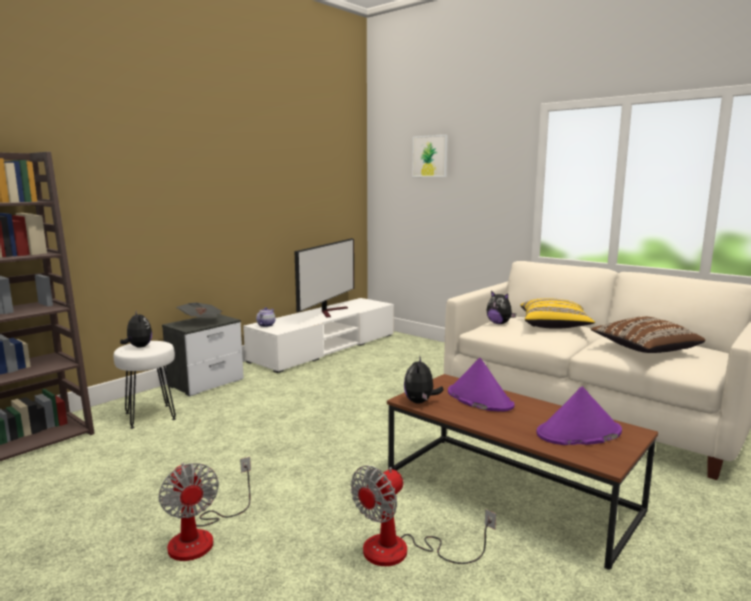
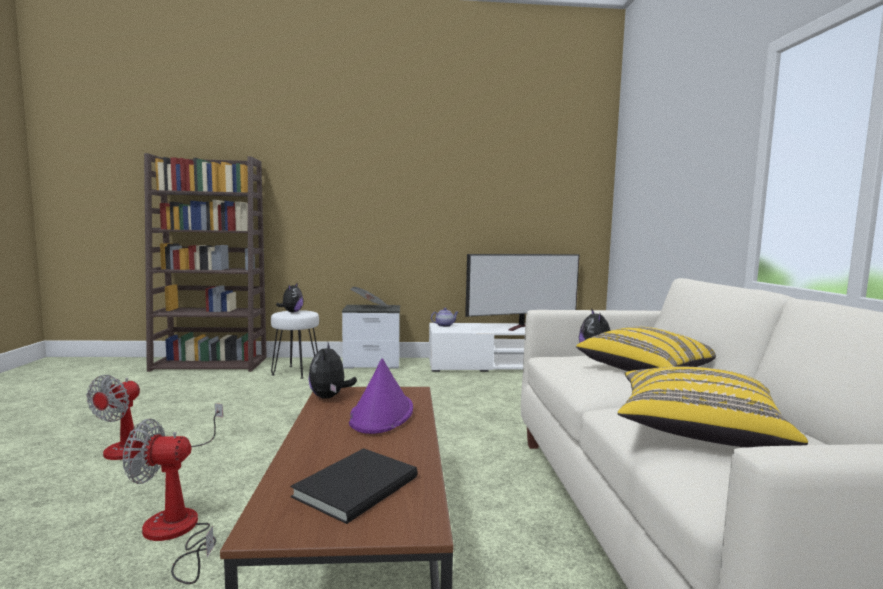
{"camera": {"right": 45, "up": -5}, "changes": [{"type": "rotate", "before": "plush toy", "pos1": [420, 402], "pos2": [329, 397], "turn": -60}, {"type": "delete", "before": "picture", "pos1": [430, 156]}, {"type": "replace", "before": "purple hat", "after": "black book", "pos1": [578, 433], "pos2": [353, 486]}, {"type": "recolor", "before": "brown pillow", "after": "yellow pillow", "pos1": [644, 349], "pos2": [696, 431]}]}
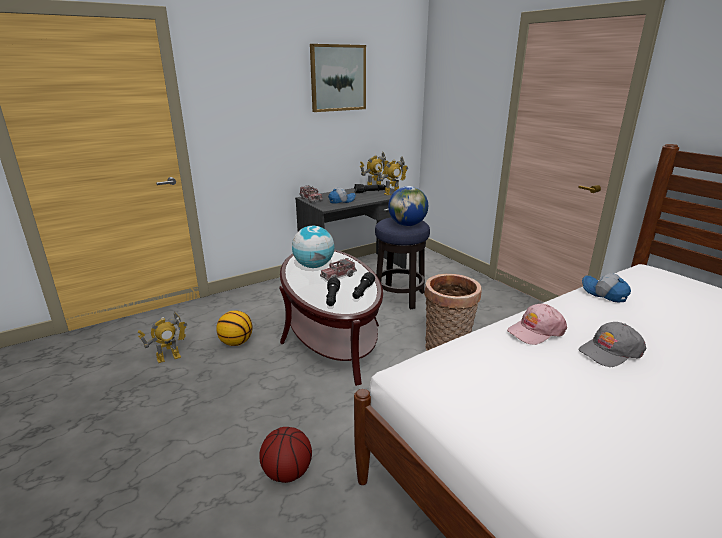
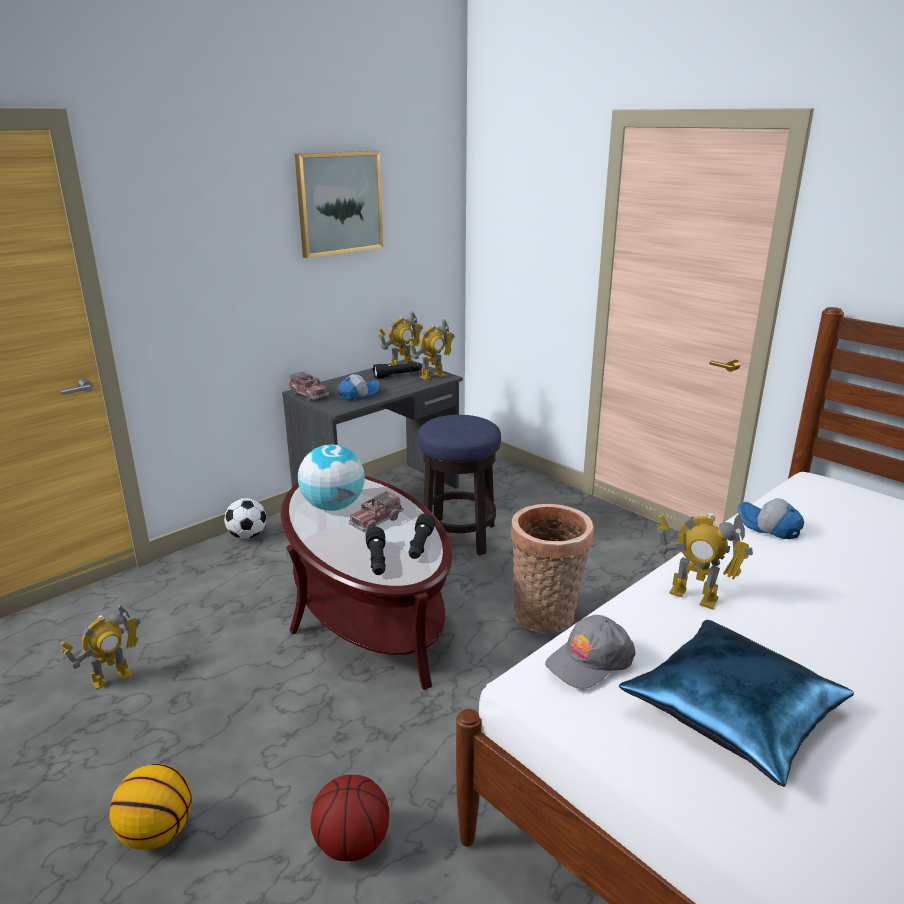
{"camera": {"right": -10, "up": 0}, "changes": [{"type": "move", "before": "basketball", "pos1": [236, 342], "pos2": [157, 832]}, {"type": "delete", "before": "globe", "pos1": [407, 225]}, {"type": "replace", "before": "pink cap", "after": "toy robot", "pos1": [535, 331], "pos2": [693, 596]}, {"type": "move", "before": "grey cap", "pos1": [610, 351], "pos2": [589, 660]}, {"type": "insert", "after": "football", "pos2": [247, 536]}, {"type": "insert", "after": "blue pillow", "pos2": [734, 712]}]}
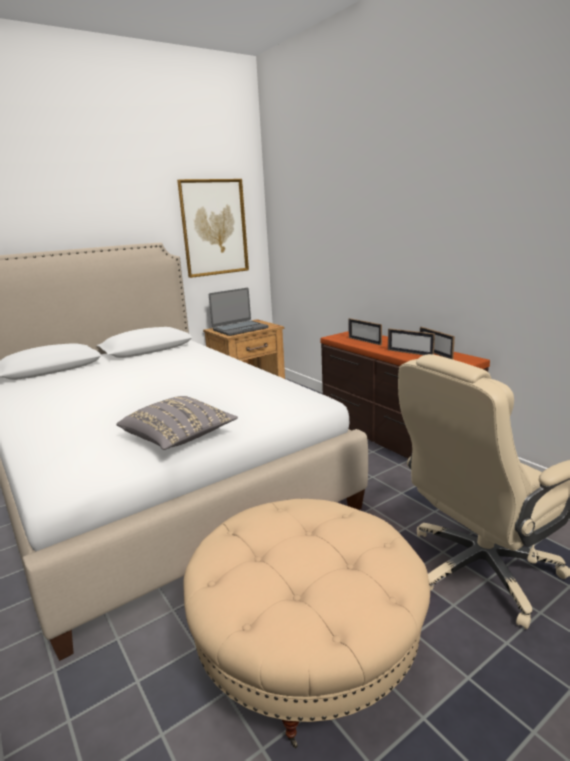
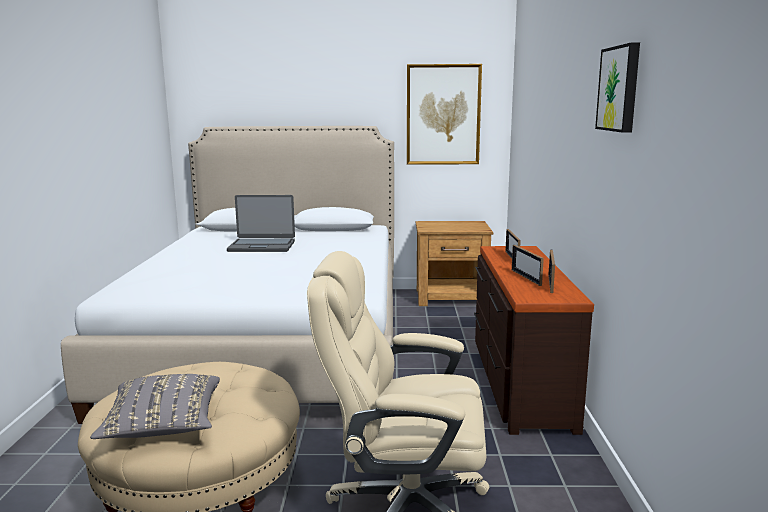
{"camera": {"right": 35, "up": -5}, "changes": [{"type": "move", "before": "grey pillow", "pos1": [179, 437], "pos2": [163, 426]}, {"type": "move", "before": "laptop", "pos1": [240, 329], "pos2": [262, 246]}, {"type": "insert", "after": "picture", "pos2": [620, 89]}]}
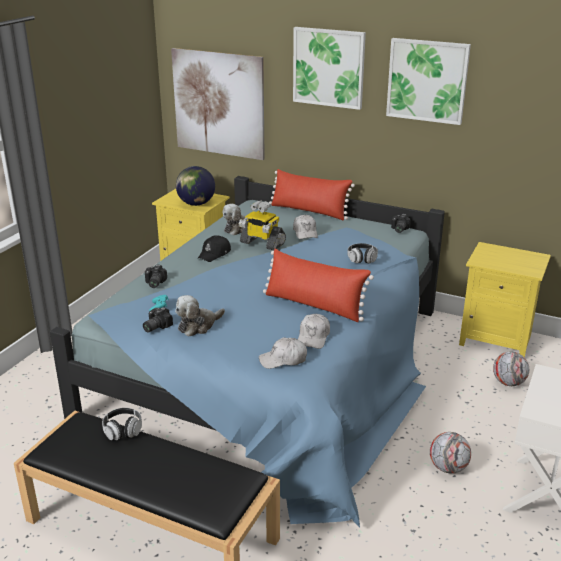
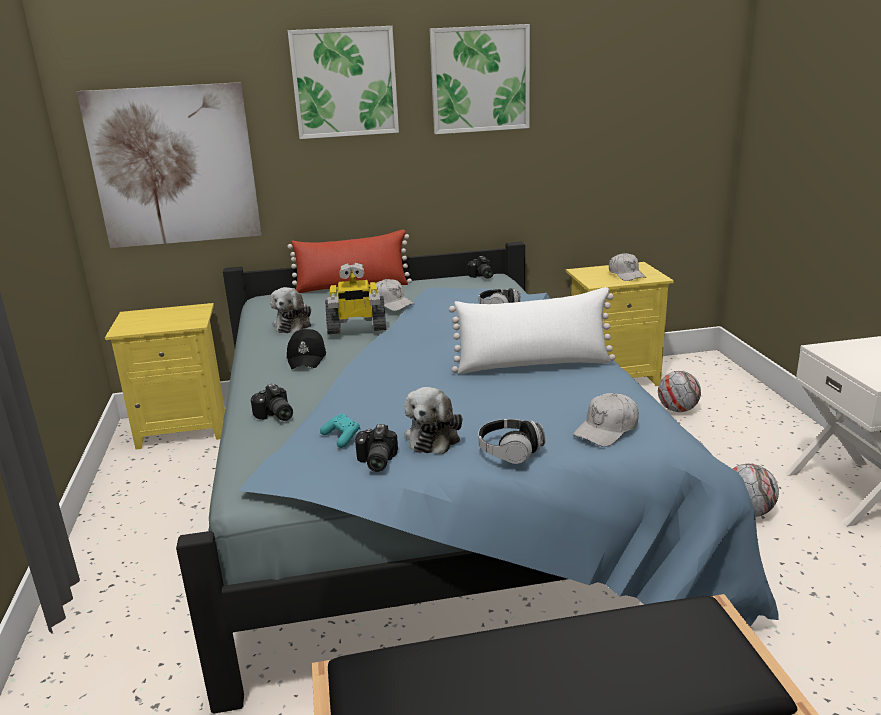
{"camera": {"right": -35, "up": -5}, "changes": [{"type": "move", "before": "headphones", "pos1": [123, 430], "pos2": [510, 452]}, {"type": "delete", "before": "globe", "pos1": [196, 204]}, {"type": "recolor", "before": "red pillow", "after": "white pillow", "pos1": [314, 305], "pos2": [533, 365]}, {"type": "move", "before": "white cap", "pos1": [313, 337], "pos2": [626, 275]}]}
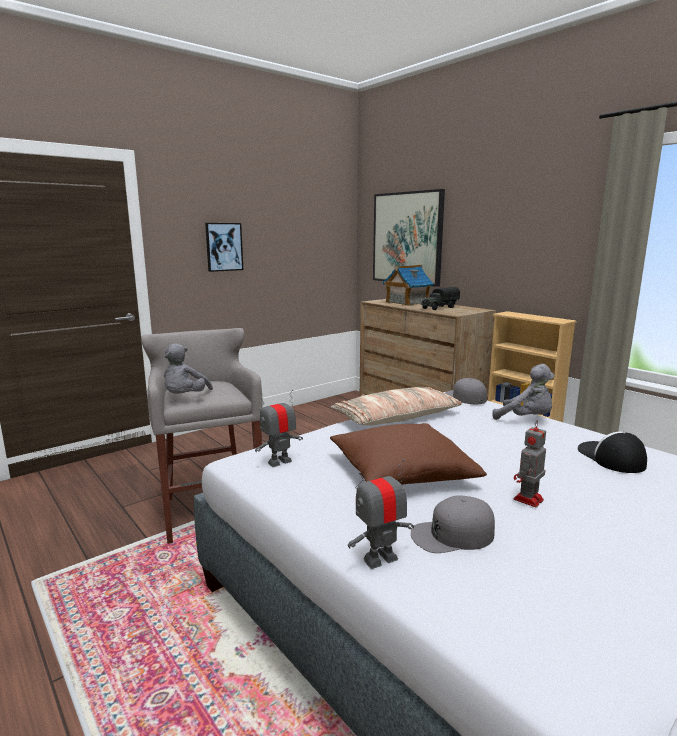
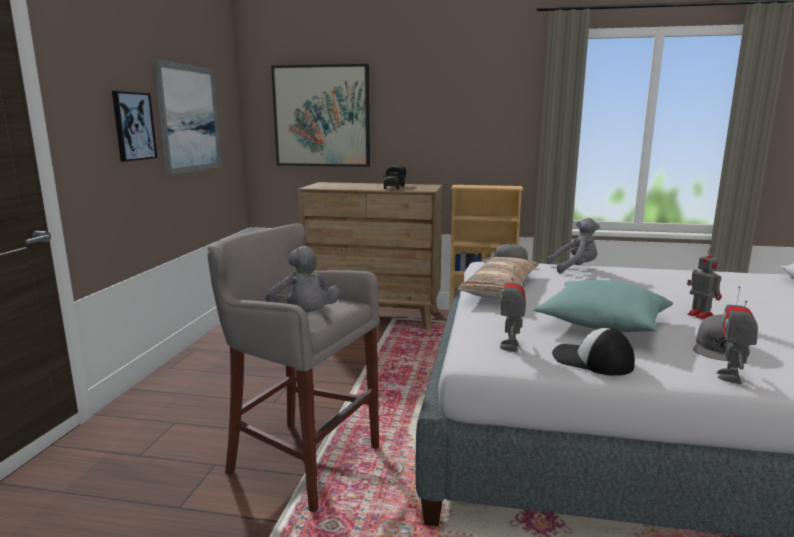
{"camera": {"right": -40, "up": 0}, "changes": [{"type": "recolor", "before": "brown pillow", "after": "turquoise pillow", "pos1": [401, 473], "pos2": [603, 324]}, {"type": "delete", "before": "toy house", "pos1": [406, 302]}, {"type": "rotate", "before": "toy robot", "pos1": [527, 500], "pos2": [699, 314], "turn": 150}, {"type": "move", "before": "cap", "pos1": [610, 458], "pos2": [591, 360]}, {"type": "insert", "after": "picture", "pos2": [189, 118]}]}
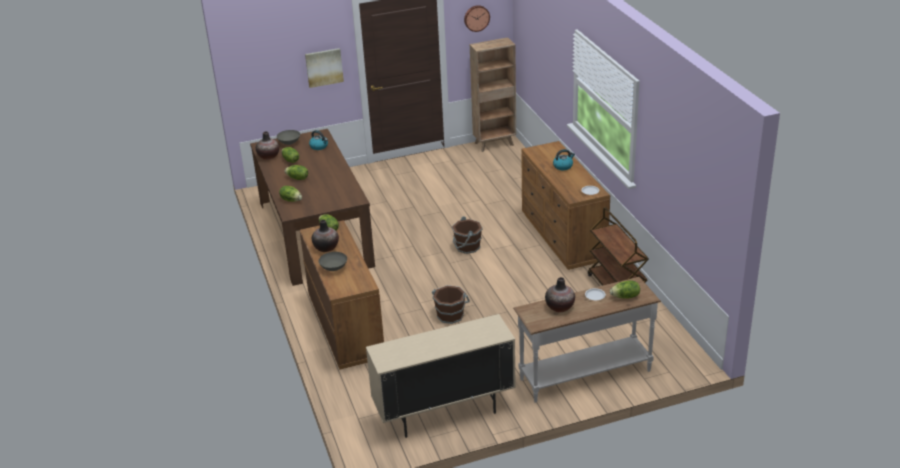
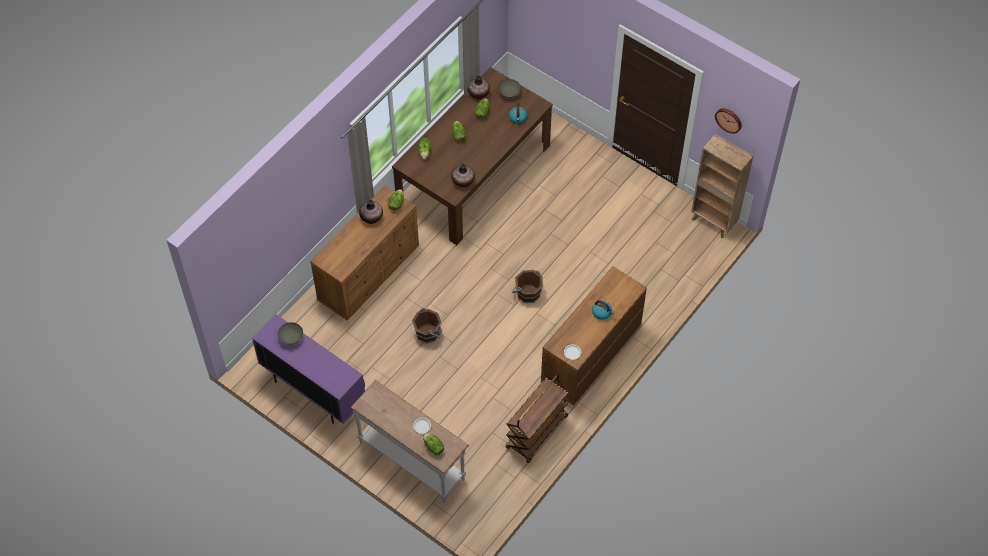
{"camera": {"right": 55, "up": 25}, "changes": [{"type": "delete", "before": "picture", "pos1": [324, 67]}, {"type": "move", "before": "grey bowl", "pos1": [333, 268], "pos2": [291, 338]}, {"type": "recolor", "before": "beige cabinet", "after": "purple cabinet", "pos1": [444, 413], "pos2": [313, 392]}, {"type": "move", "before": "vase", "pos1": [560, 307], "pos2": [463, 181]}]}
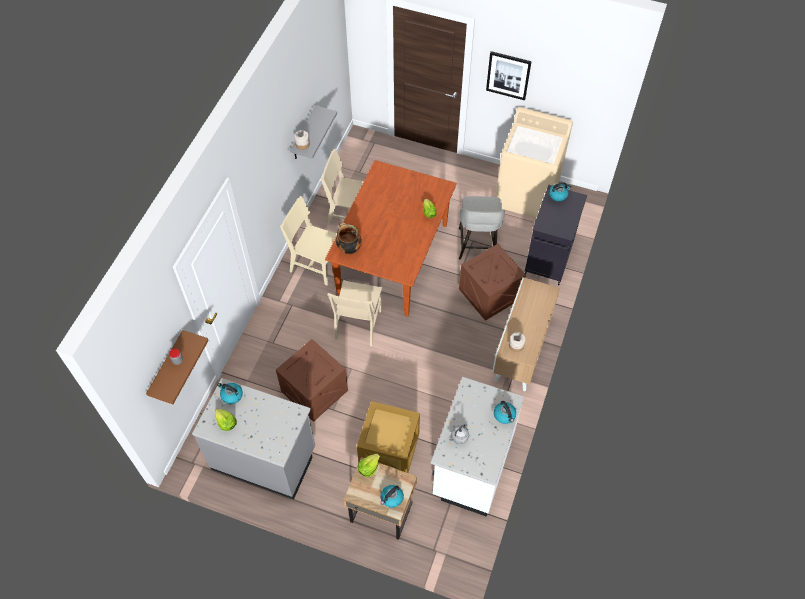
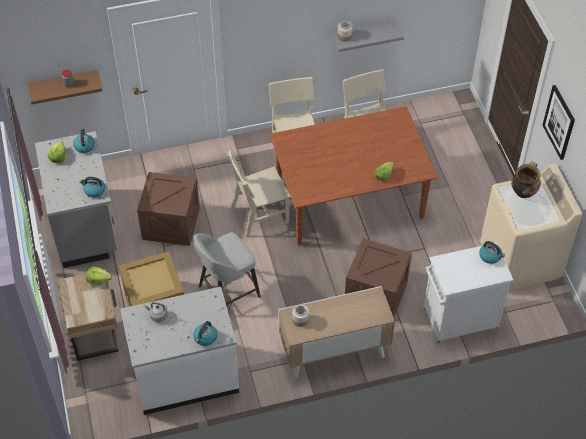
{"camera": {"right": 55, "up": -5}, "changes": [{"type": "move", "before": "cooking pot", "pos1": [348, 248], "pos2": [523, 192]}, {"type": "move", "before": "kettle", "pos1": [391, 498], "pos2": [94, 190]}, {"type": "move", "before": "grey stool", "pos1": [478, 245], "pos2": [227, 292]}, {"type": "recolor", "before": "black cabinet", "after": "white cabinet", "pos1": [548, 259], "pos2": [458, 319]}]}
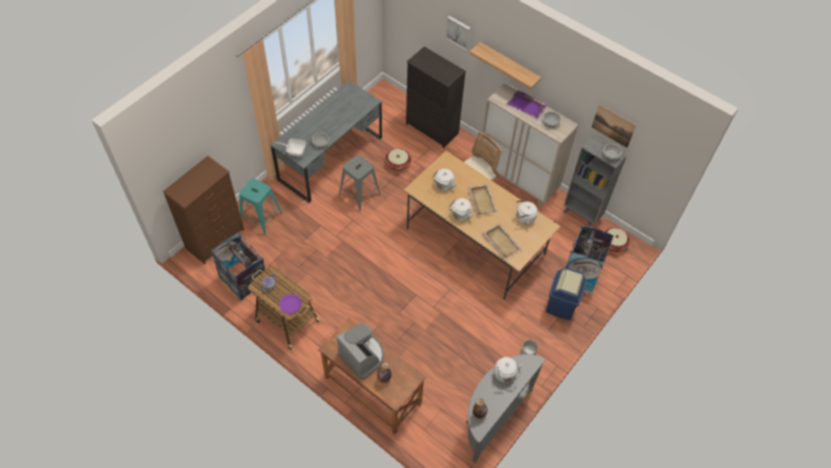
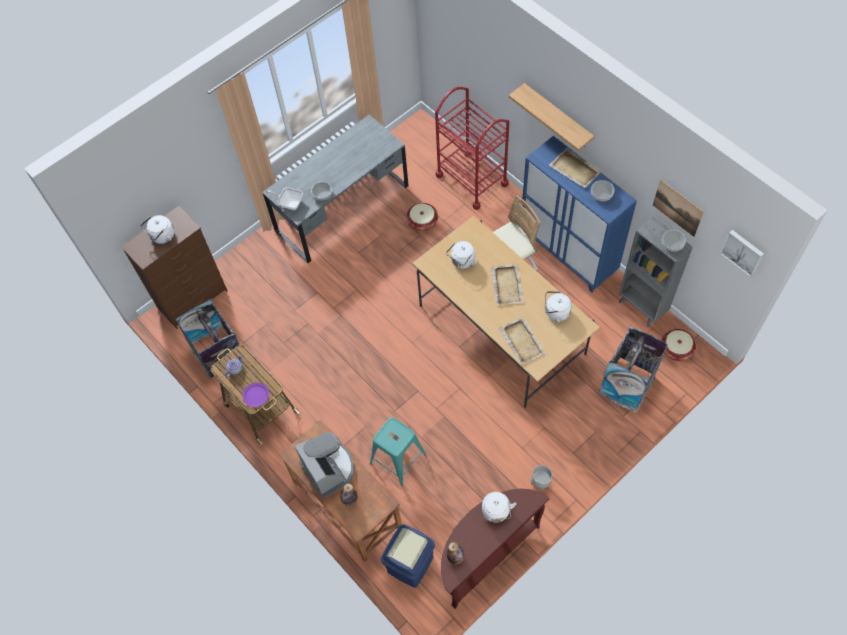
{"camera": {"right": 15, "up": 5}, "changes": [{"type": "move", "before": "turquoise stool", "pos1": [260, 217], "pos2": [397, 459]}, {"type": "delete", "before": "grey stool", "pos1": [359, 194]}, {"type": "replace", "before": "black dresser", "after": "red cart", "pos1": [432, 129], "pos2": [472, 179]}, {"type": "move", "before": "picture", "pos1": [459, 32], "pos2": [743, 252]}, {"type": "move", "before": "white kettle", "pos1": [460, 215], "pos2": [162, 236]}, {"type": "recolor", "before": "grey console table", "after": "brown console table", "pos1": [493, 416], "pos2": [486, 554]}, {"type": "recolor", "before": "beige cabinet", "after": "blue cabinet", "pos1": [517, 180], "pos2": [568, 254]}, {"type": "recolor", "before": "purple tray", "after": "beige tray", "pos1": [527, 105], "pos2": [575, 169]}, {"type": "move", "before": "blue trash can", "pos1": [561, 305], "pos2": [410, 564]}]}
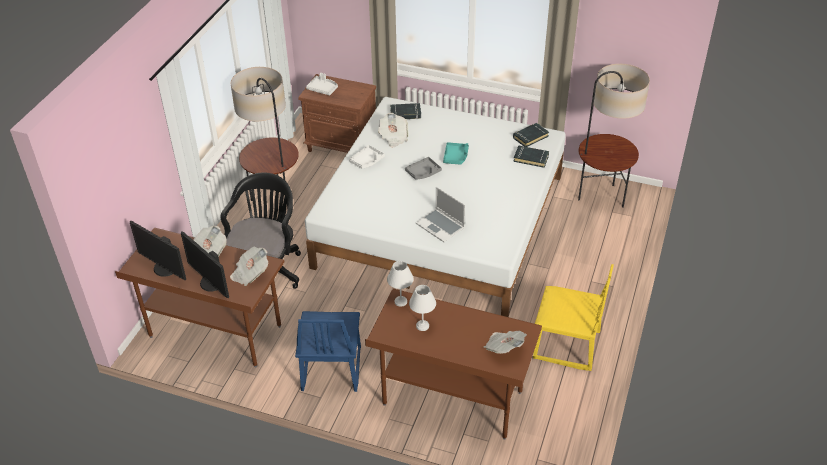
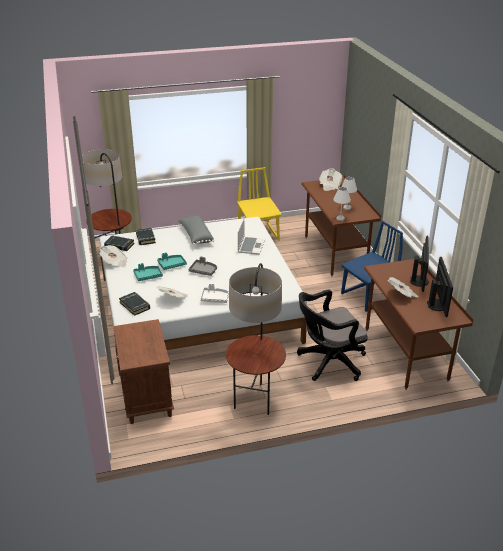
{"camera": {"right": -125, "up": -10}, "changes": [{"type": "move", "before": "newspaper", "pos1": [250, 273], "pos2": [114, 262]}, {"type": "delete", "before": "white tray", "pos1": [323, 89]}, {"type": "insert", "after": "turquoise tray", "pos2": [148, 276]}, {"type": "insert", "after": "grey pillow", "pos2": [196, 236]}]}
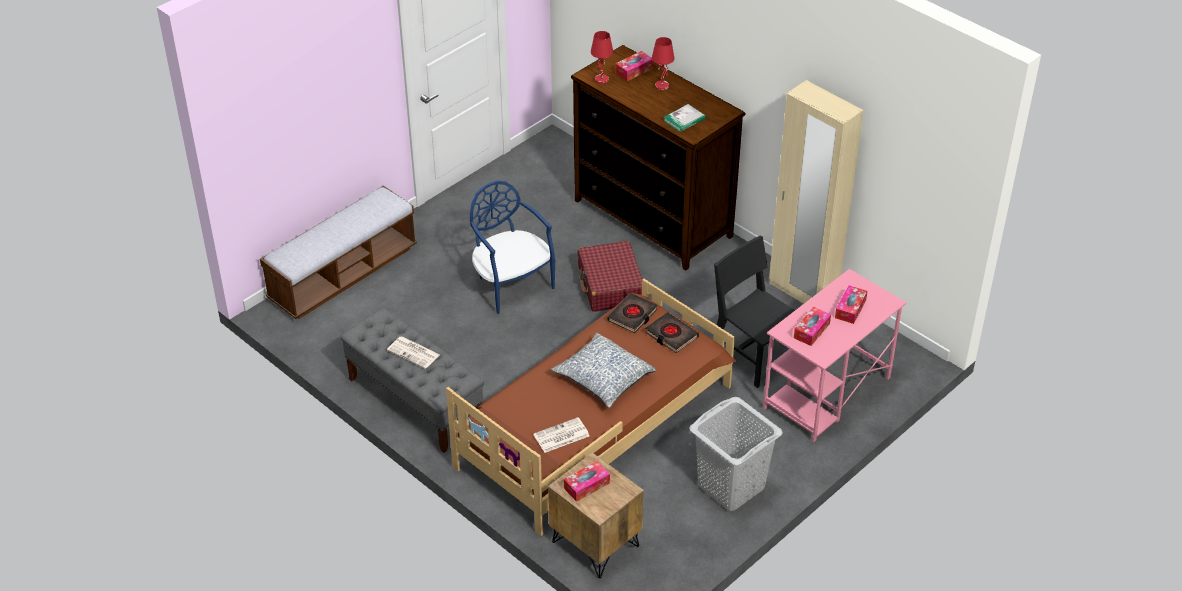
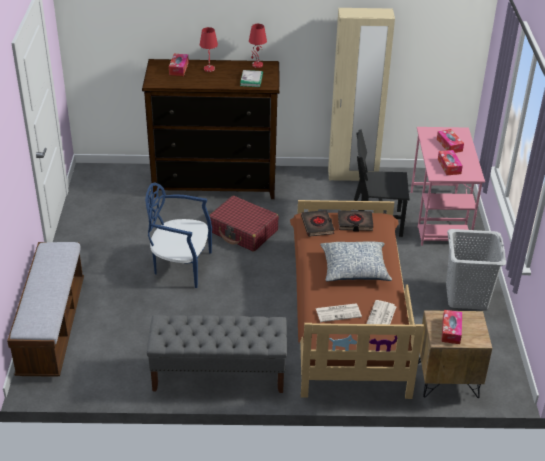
{"camera": {"right": -45, "up": -5}, "changes": [{"type": "move", "before": "newspaper", "pos1": [414, 352], "pos2": [338, 312]}, {"type": "move", "before": "red table lamp", "pos1": [601, 79], "pos2": [257, 65]}]}
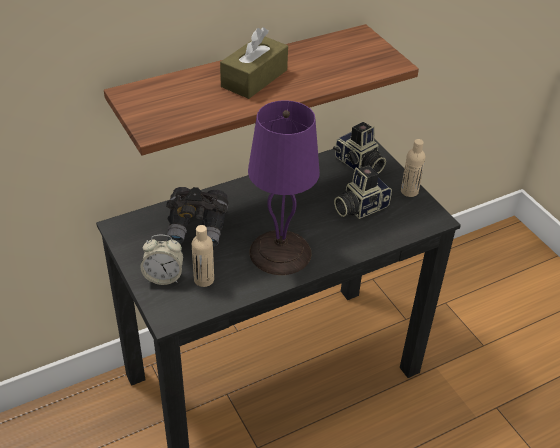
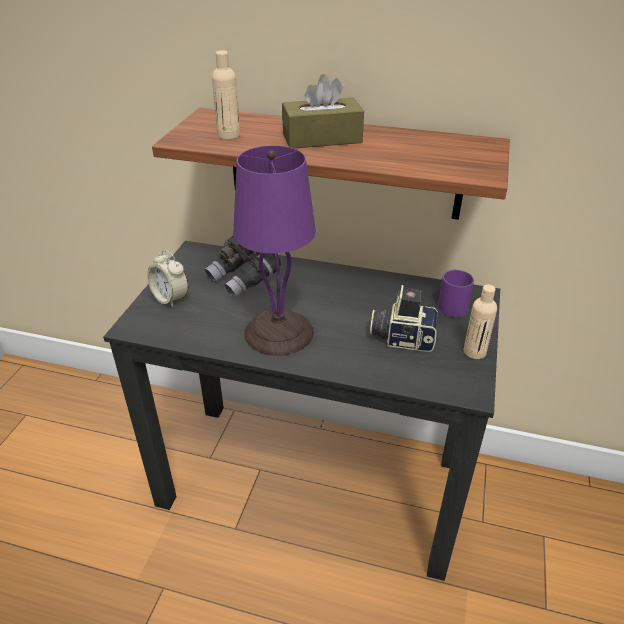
{"camera": {"right": 45, "up": -5}, "changes": [{"type": "move", "before": "beige bottle", "pos1": [204, 279], "pos2": [229, 135]}, {"type": "replace", "before": "photo camera", "after": "purple mug", "pos1": [358, 164], "pos2": [452, 303]}]}
